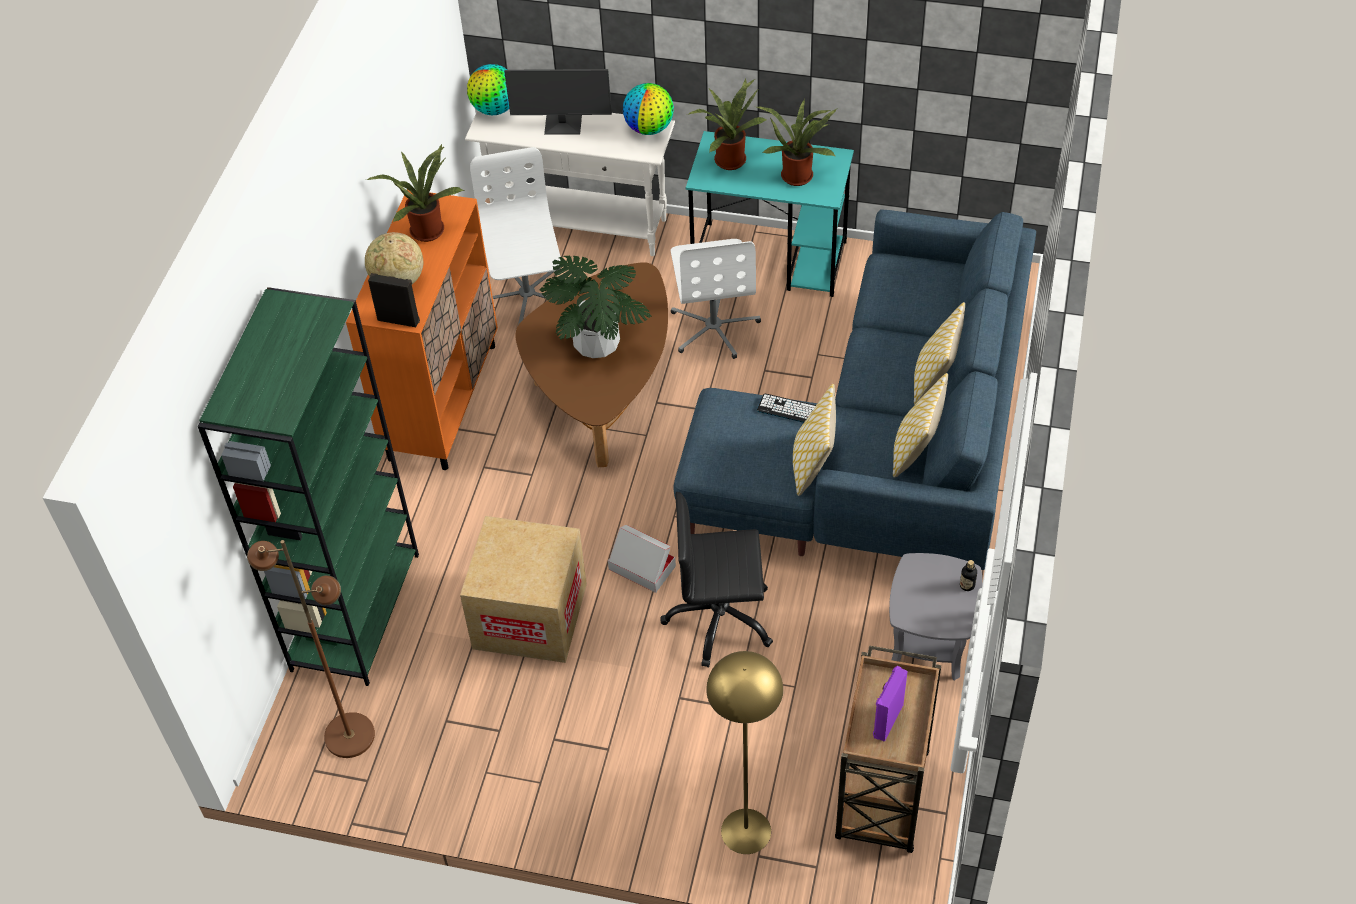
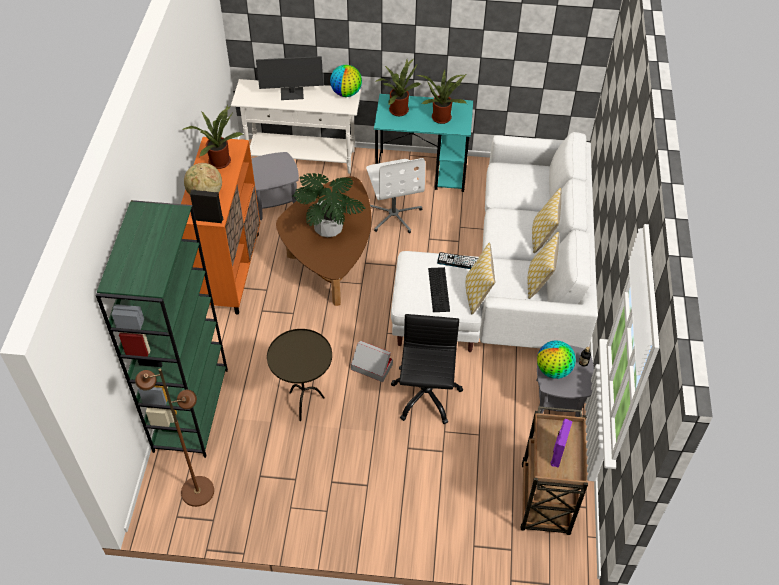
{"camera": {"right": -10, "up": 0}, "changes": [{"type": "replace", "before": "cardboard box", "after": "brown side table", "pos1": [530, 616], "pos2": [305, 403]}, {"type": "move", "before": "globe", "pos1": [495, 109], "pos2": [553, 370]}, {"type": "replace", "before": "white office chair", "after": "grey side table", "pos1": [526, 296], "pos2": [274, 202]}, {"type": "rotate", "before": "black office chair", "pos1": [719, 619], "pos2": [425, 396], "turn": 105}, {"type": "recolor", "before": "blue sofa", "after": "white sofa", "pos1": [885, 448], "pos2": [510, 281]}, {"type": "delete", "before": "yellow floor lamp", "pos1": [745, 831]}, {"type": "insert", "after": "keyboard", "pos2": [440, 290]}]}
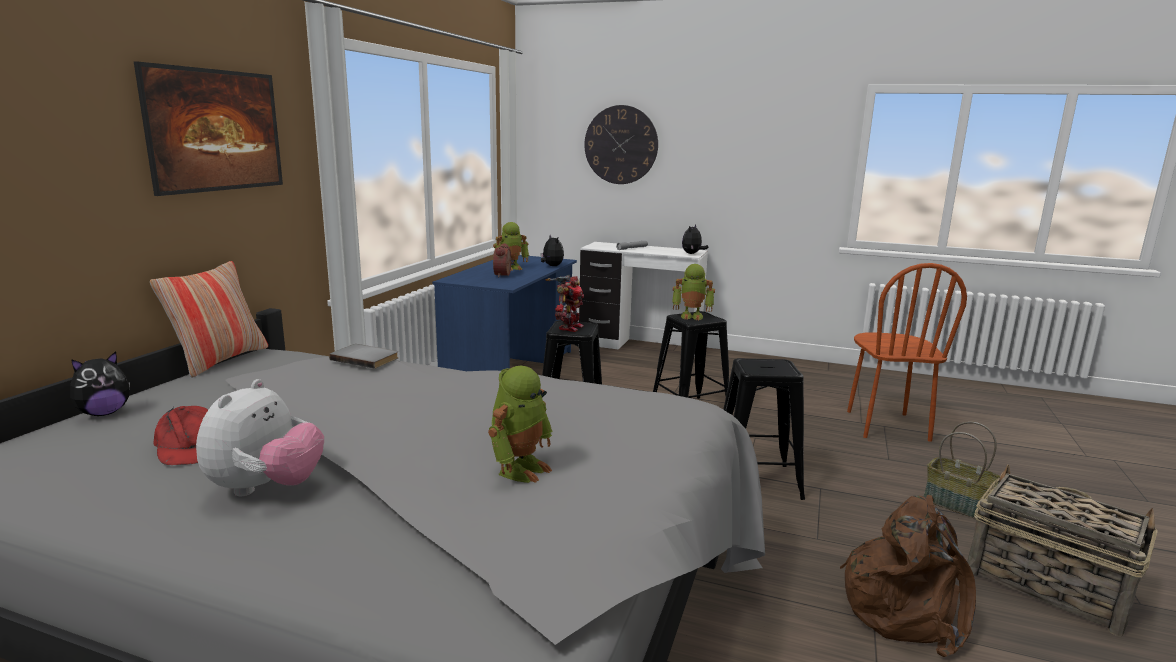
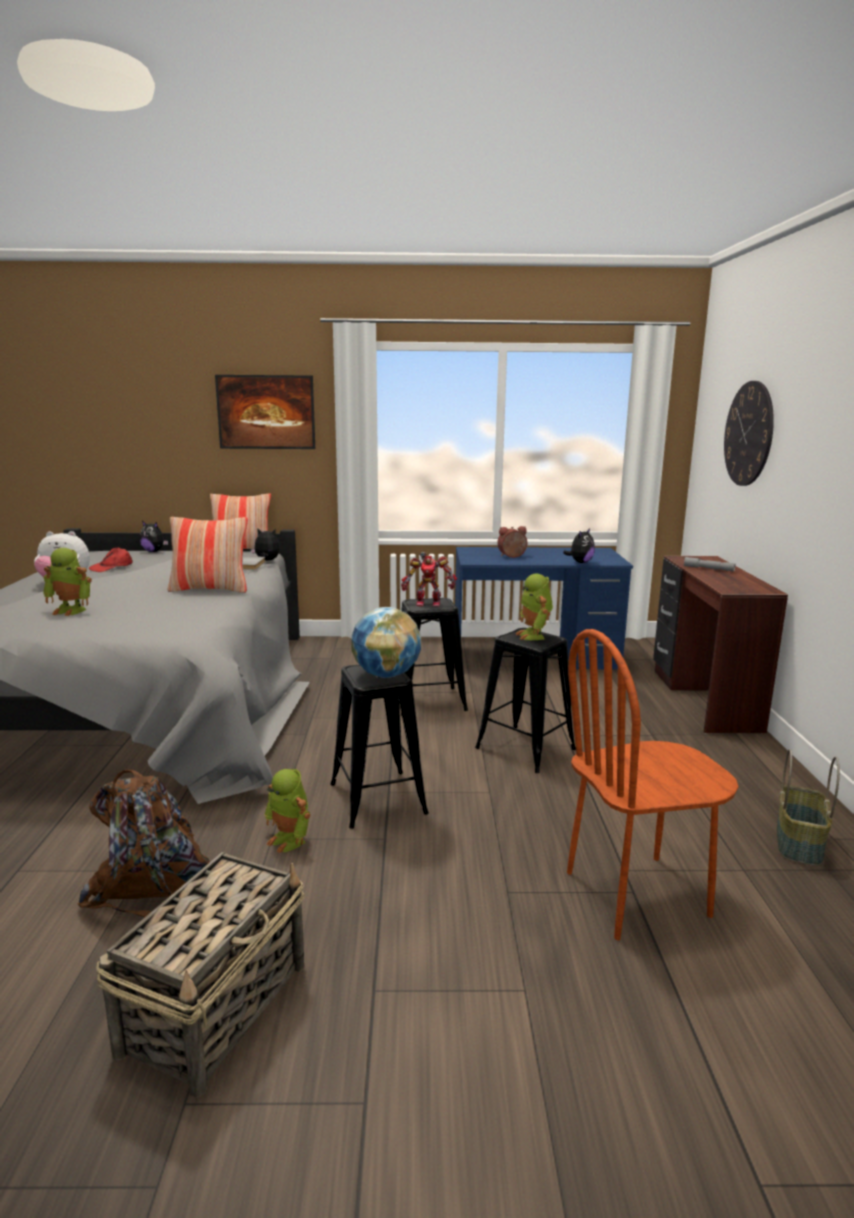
{"camera": {"right": 70, "up": 0}, "changes": [{"type": "move", "before": "toy robot", "pos1": [511, 268], "pos2": [290, 840]}, {"type": "recolor", "before": "white desk", "after": "brown desk", "pos1": [639, 346], "pos2": [702, 699]}, {"type": "move", "before": "plush toy", "pos1": [692, 254], "pos2": [267, 560]}, {"type": "move", "before": "basket", "pos1": [959, 505], "pos2": [800, 844]}, {"type": "insert", "after": "pillow", "pos2": [210, 589]}, {"type": "insert", "after": "globe", "pos2": [386, 675]}]}
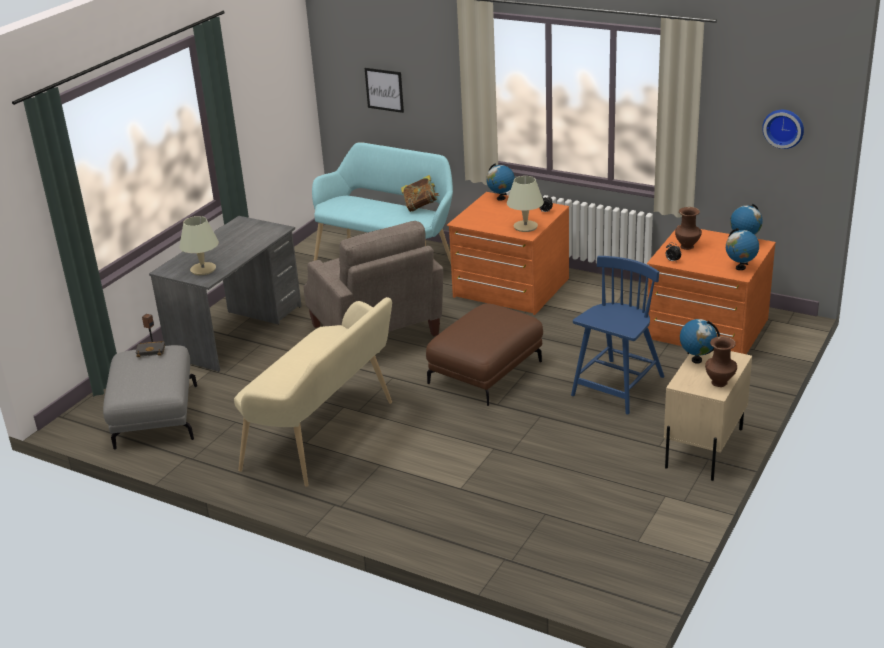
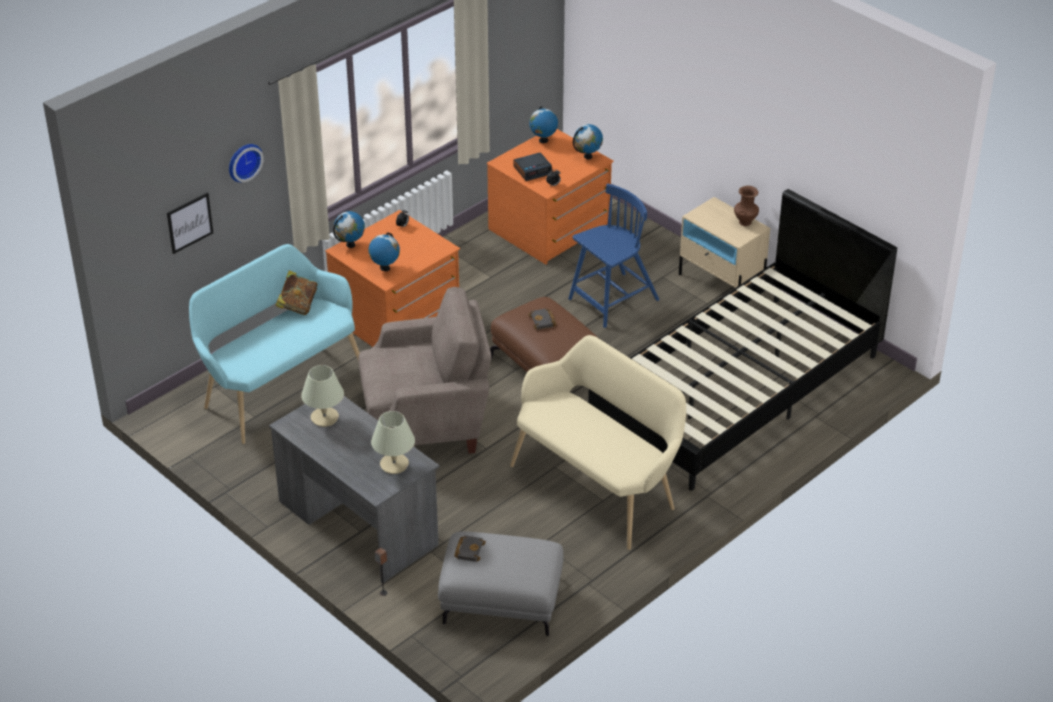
{"camera": {"right": -75, "up": 10}, "changes": [{"type": "move", "before": "beige table lamp", "pos1": [525, 227], "pos2": [324, 418]}, {"type": "rotate", "before": "blue chair", "pos1": [617, 387], "pos2": [612, 300], "turn": 90}, {"type": "replace", "before": "brown vase", "after": "alarm clock", "pos1": [687, 247], "pos2": [533, 170]}, {"type": "move", "before": "globe", "pos1": [696, 360], "pos2": [385, 268]}, {"type": "move", "before": "wall clock", "pos1": [784, 128], "pos2": [243, 161]}, {"type": "insert", "after": "black book", "pos2": [543, 321]}, {"type": "insert", "after": "black bed", "pos2": [737, 389]}]}
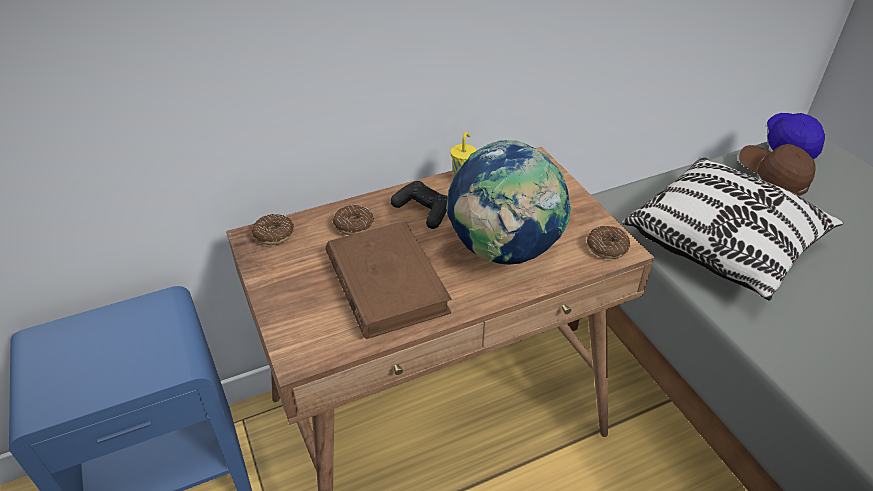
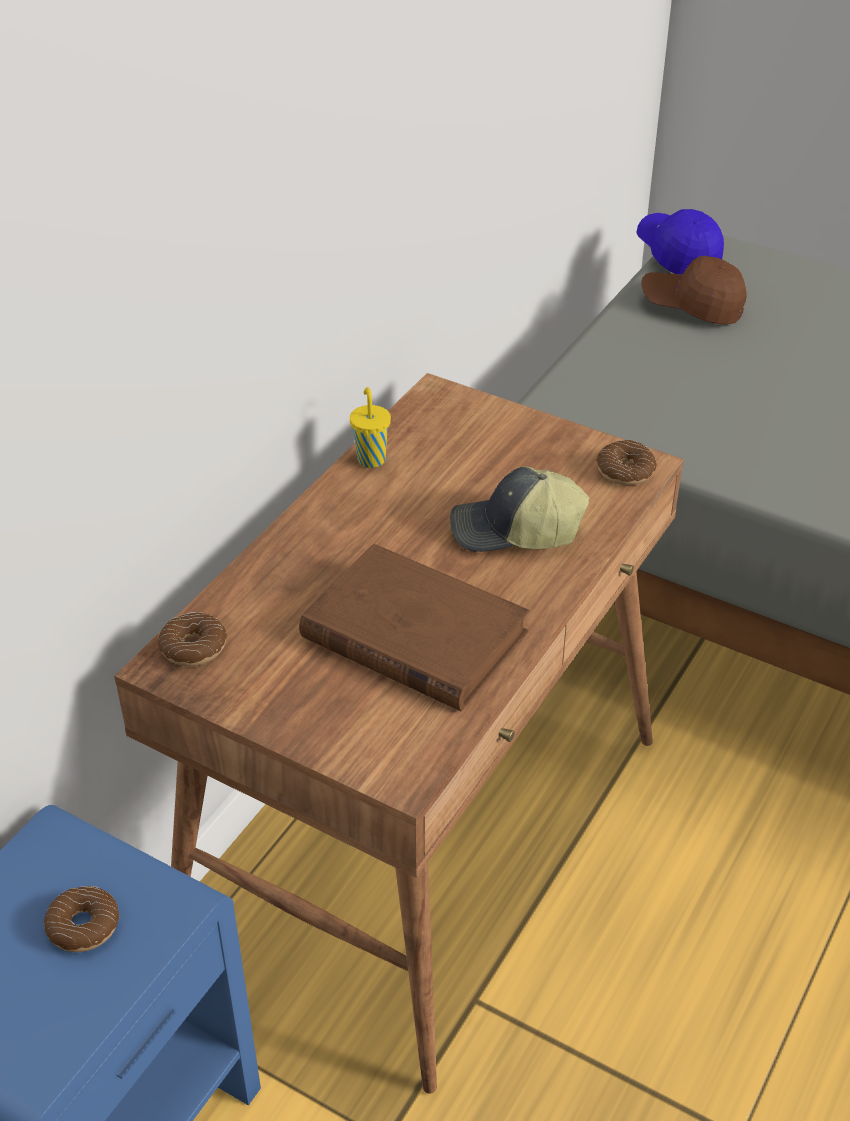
{"camera": {"right": -35, "up": 0}, "changes": [{"type": "move", "before": "donut", "pos1": [354, 225], "pos2": [83, 926]}, {"type": "delete", "before": "black game controller", "pos1": [423, 211]}, {"type": "replace", "before": "globe", "after": "cap", "pos1": [503, 252], "pos2": [515, 531]}, {"type": "delete", "before": "pillow", "pos1": [723, 244]}]}
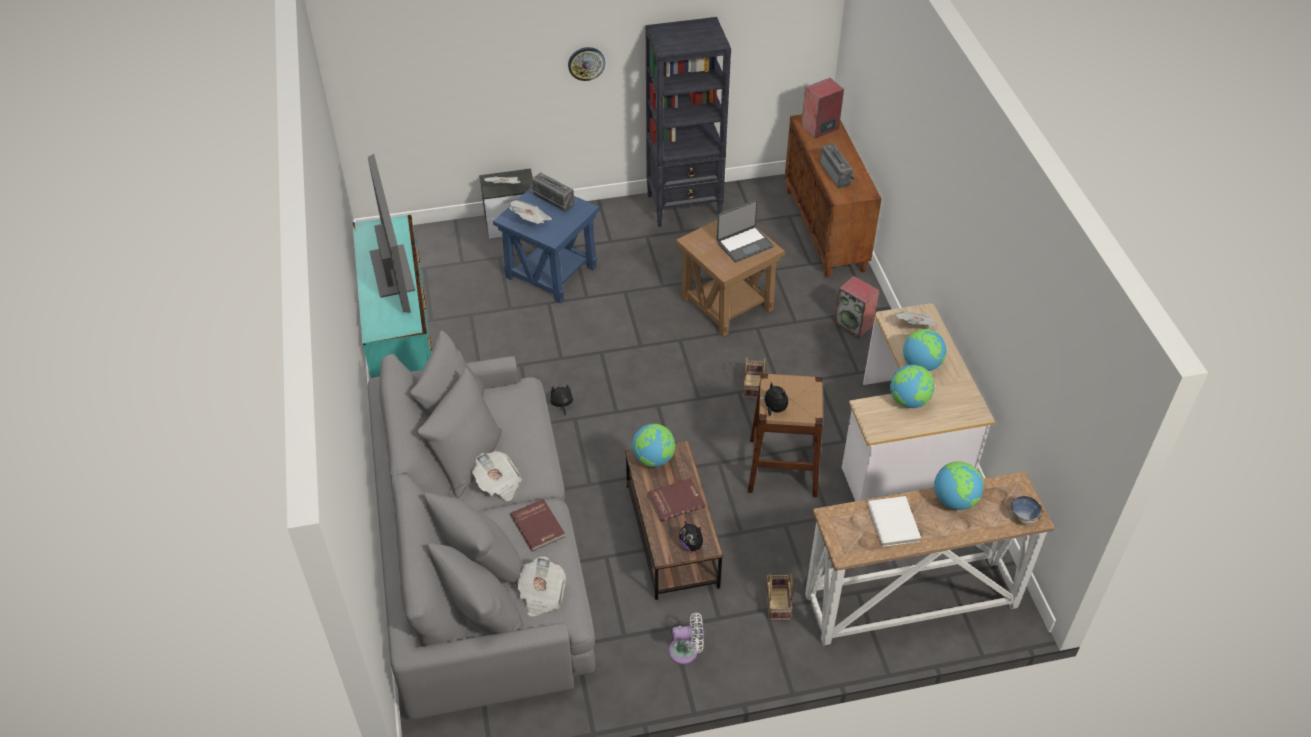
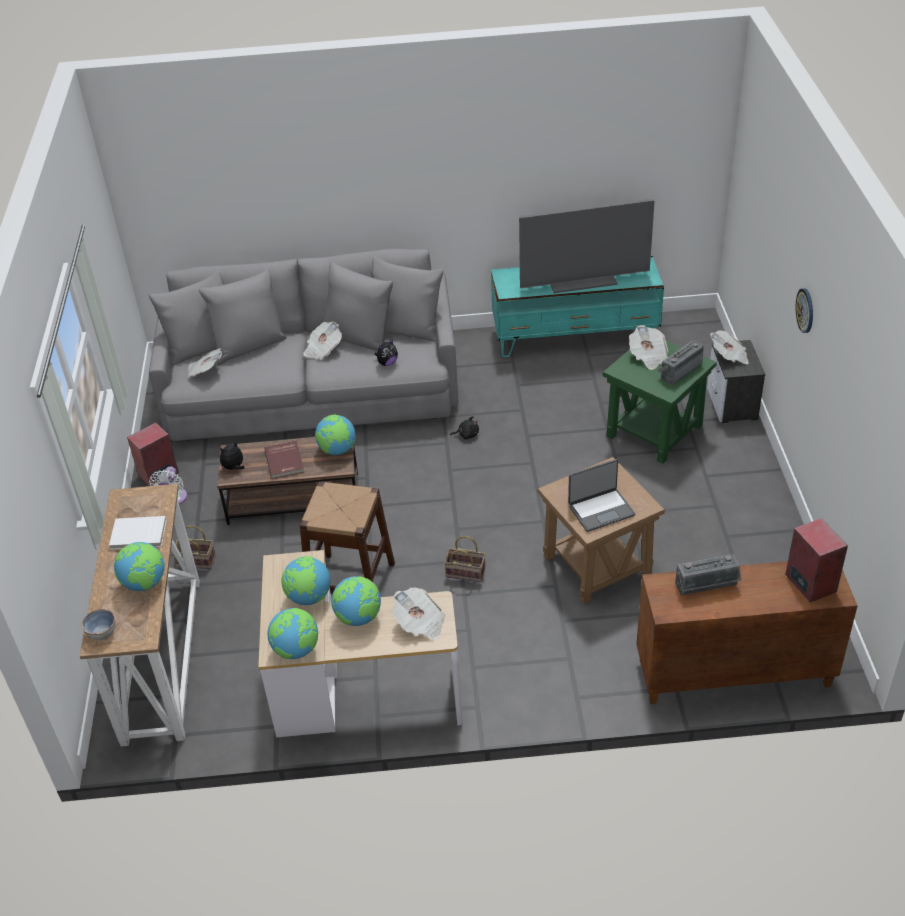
{"camera": {"right": 100, "up": -5}, "changes": [{"type": "recolor", "before": "blue side table", "after": "green side table", "pos1": [550, 272], "pos2": [654, 430]}, {"type": "delete", "before": "red book", "pos1": [538, 526]}, {"type": "delete", "before": "black bookcase", "pos1": [685, 206]}, {"type": "rotate", "before": "laptop", "pos1": [744, 244], "pos2": [601, 510], "turn": -90}, {"type": "move", "before": "plush toy", "pos1": [774, 409], "pos2": [387, 363]}, {"type": "move", "before": "speaker", "pos1": [854, 325], "pos2": [158, 474]}, {"type": "insert", "after": "globe", "pos2": [296, 650]}]}
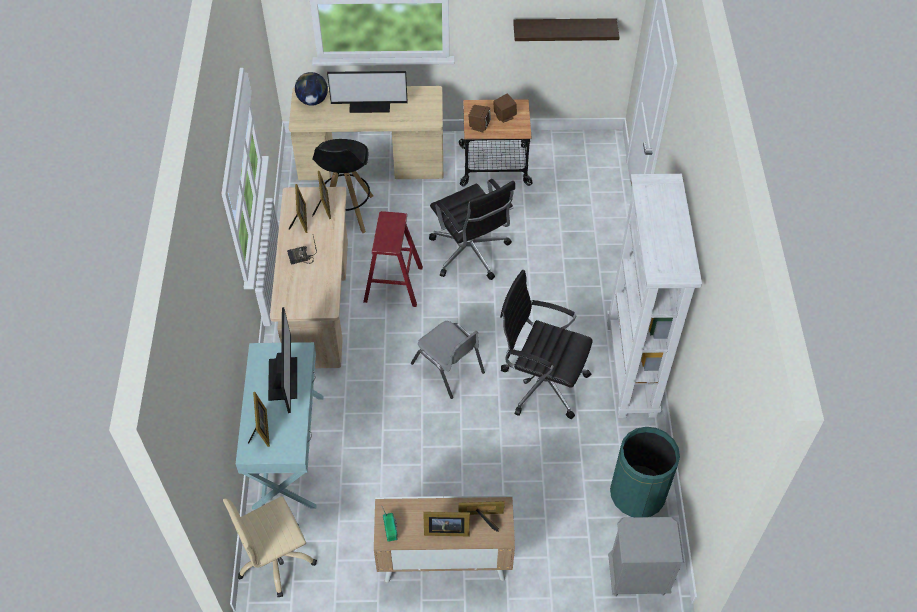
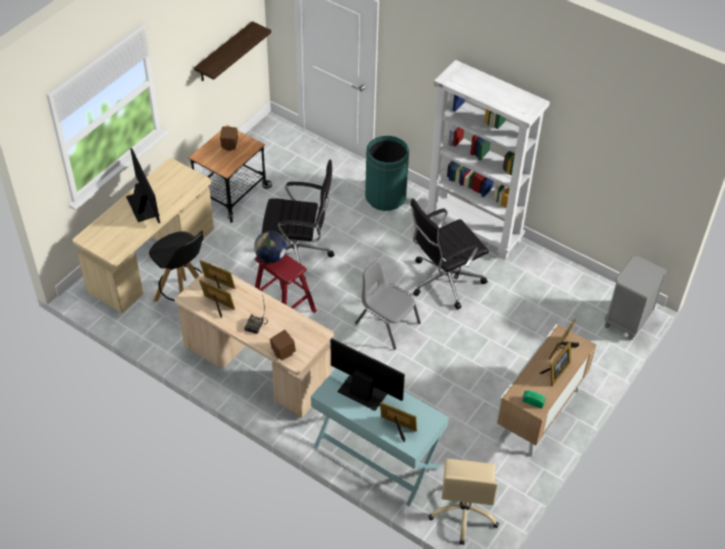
{"camera": {"right": -55, "up": -5}, "changes": [{"type": "move", "before": "globe", "pos1": [313, 101], "pos2": [271, 257]}, {"type": "rotate", "before": "monitor", "pos1": [370, 105], "pos2": [143, 206], "turn": -60}, {"type": "rotate", "before": "grey chair", "pos1": [448, 368], "pos2": [387, 323], "turn": -135}, {"type": "move", "before": "brown speaker", "pos1": [479, 126], "pos2": [283, 352]}, {"type": "move", "before": "green trash can", "pos1": [637, 494], "pos2": [385, 197]}]}
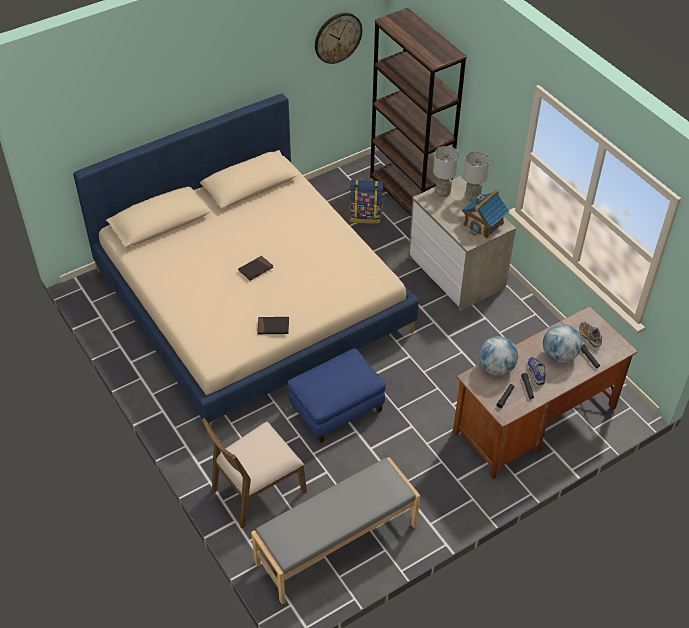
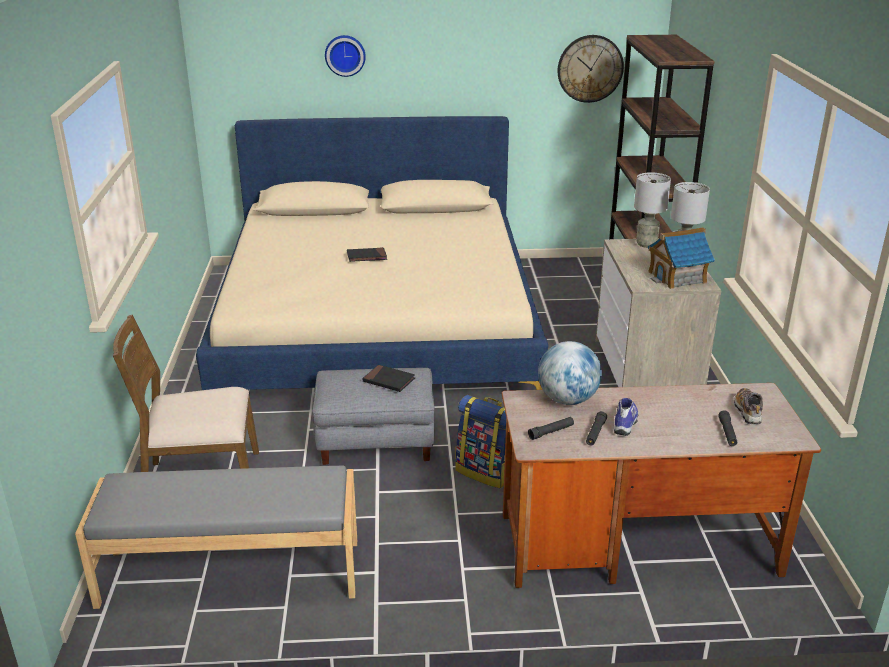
{"camera": {"right": 30, "up": -20}, "changes": [{"type": "move", "before": "black book", "pos1": [273, 327], "pos2": [389, 381]}, {"type": "recolor", "before": "blue ottoman", "after": "grey ottoman", "pos1": [336, 407], "pos2": [376, 439]}, {"type": "move", "before": "backpack", "pos1": [366, 216], "pos2": [486, 472]}, {"type": "delete", "before": "globe", "pos1": [559, 355]}, {"type": "insert", "after": "wall clock", "pos2": [345, 55]}]}
